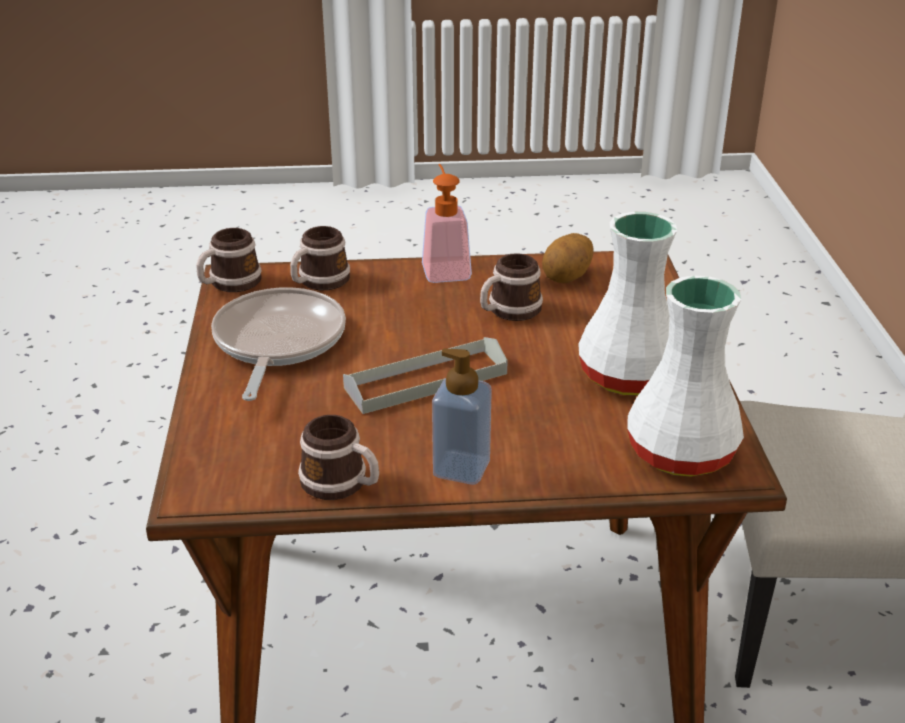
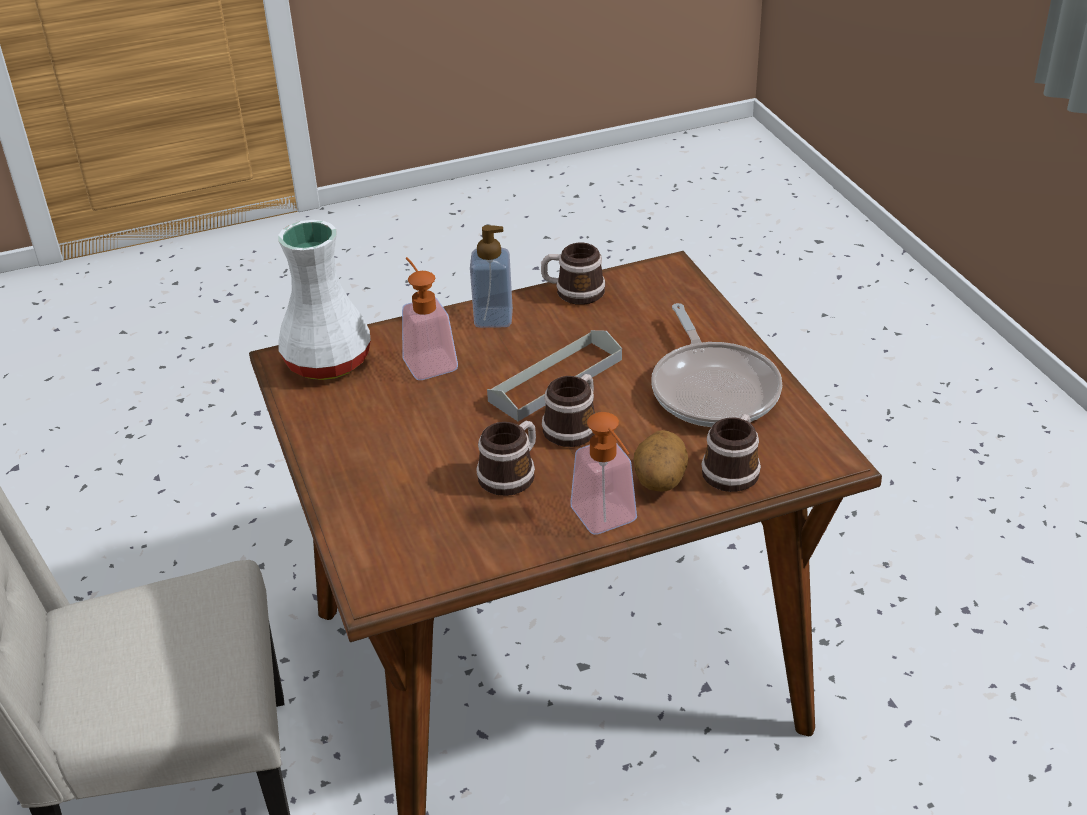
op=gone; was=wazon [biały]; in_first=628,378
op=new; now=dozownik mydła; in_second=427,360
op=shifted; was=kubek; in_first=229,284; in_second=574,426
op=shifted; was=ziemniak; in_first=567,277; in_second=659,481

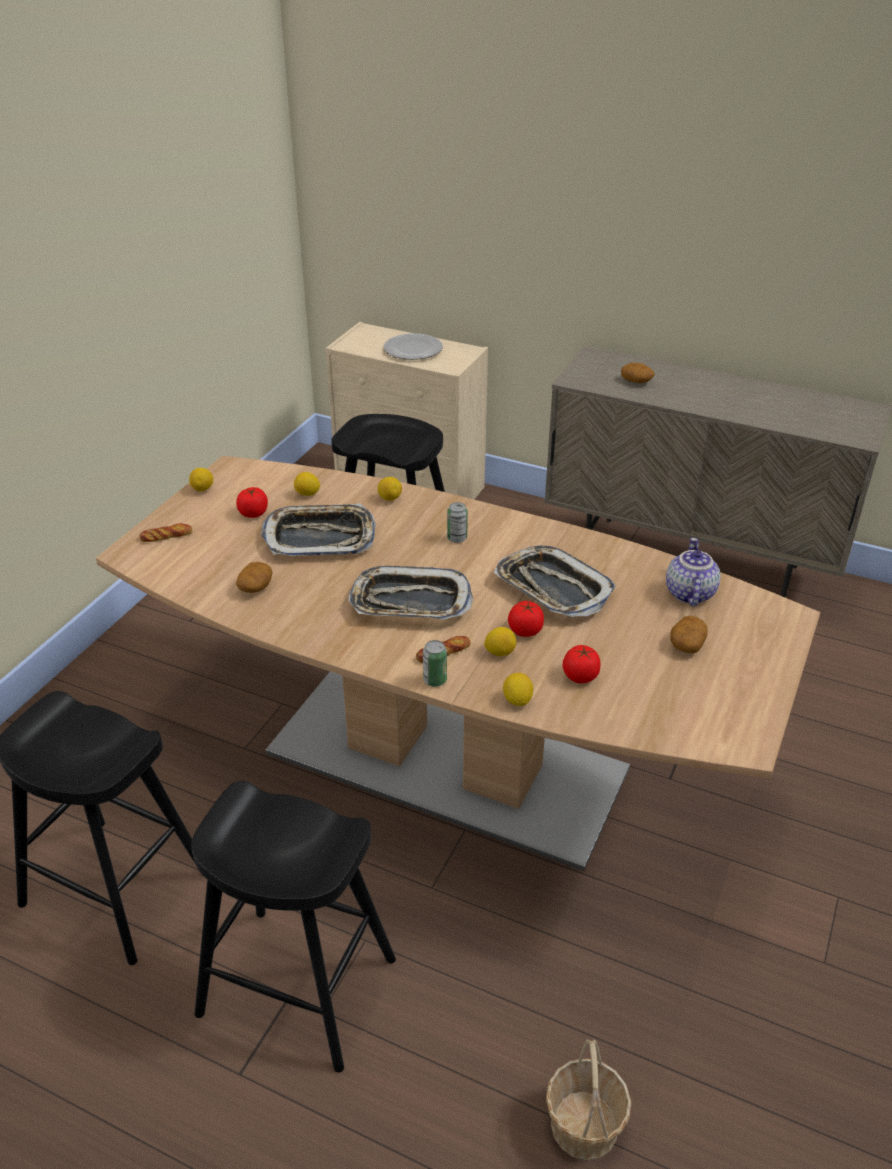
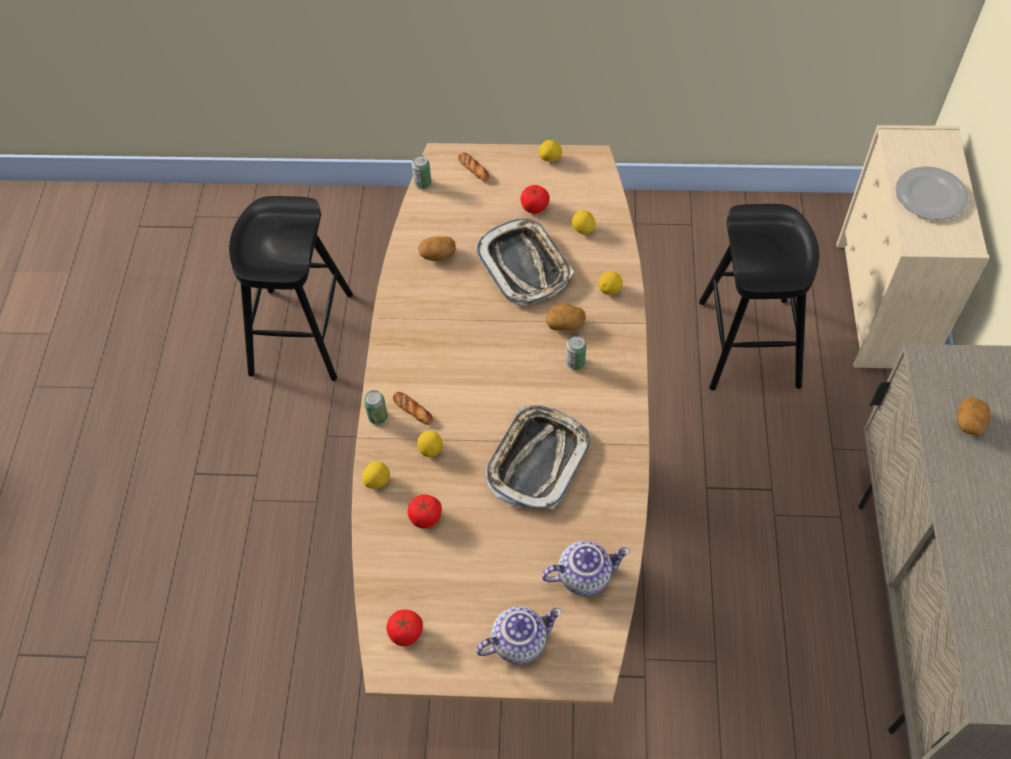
op=gone; was=stołek [czarny]; in_first=298,986
op=gone; was=taca; in_first=410,602
op=gone; was=koszyk; in_first=583,1126
op=new; now=puszka; in_second=423,183
op=new; now=imbryk; in_second=519,641
op=shifted; was=pomidor; in_first=525,630; in_second=406,633
op=shifted; was=ziemniak; in_first=687,644; in_second=565,323

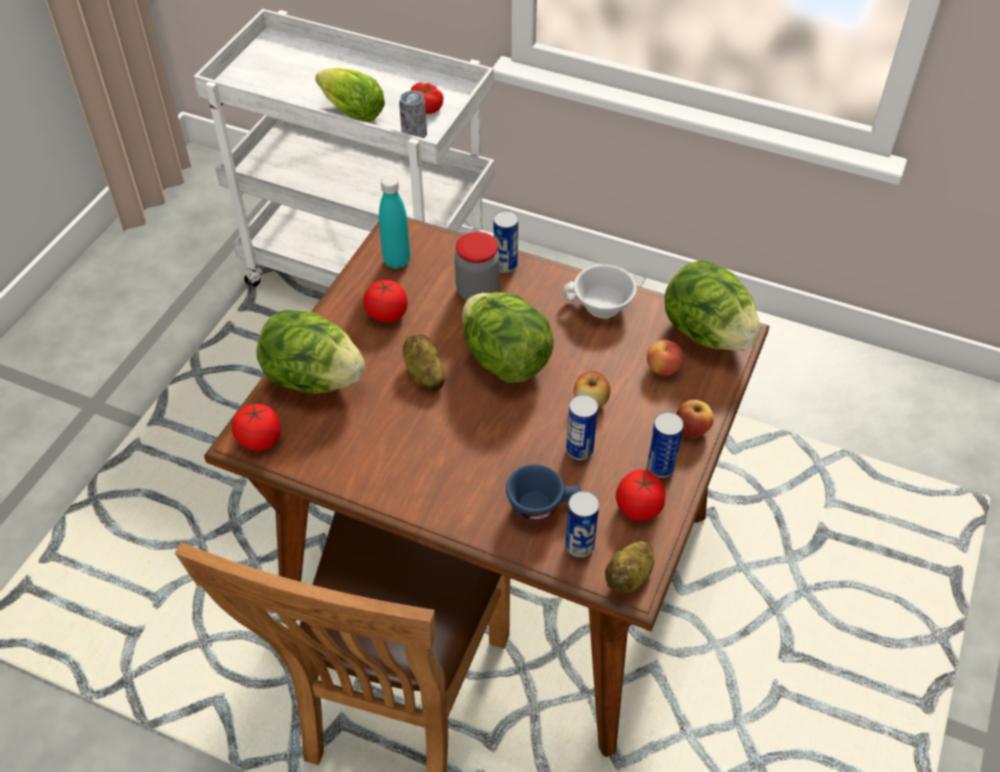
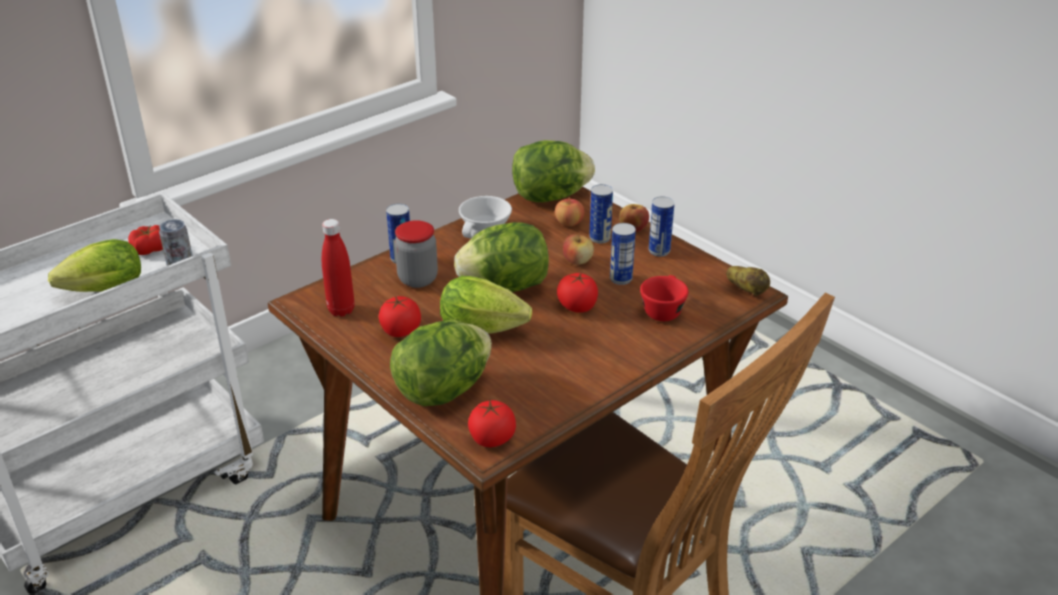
op=shifted; was=puszka; in_first=579,546; in_second=600,238
op=shifted; was=pomidor; in_first=639,507; in_second=577,306
op=swapped; was=ziemniak; now=sałata; in_first=424,374; in_second=487,329
op=repainted; was=butelka [turkusowy]; now=butelka [czerwony]; in_first=397,261; in_second=341,310
op=repainted; was=filiżanka [niebieski]; now=filiżanka [czerwony]; in_first=542,506; in_second=663,309

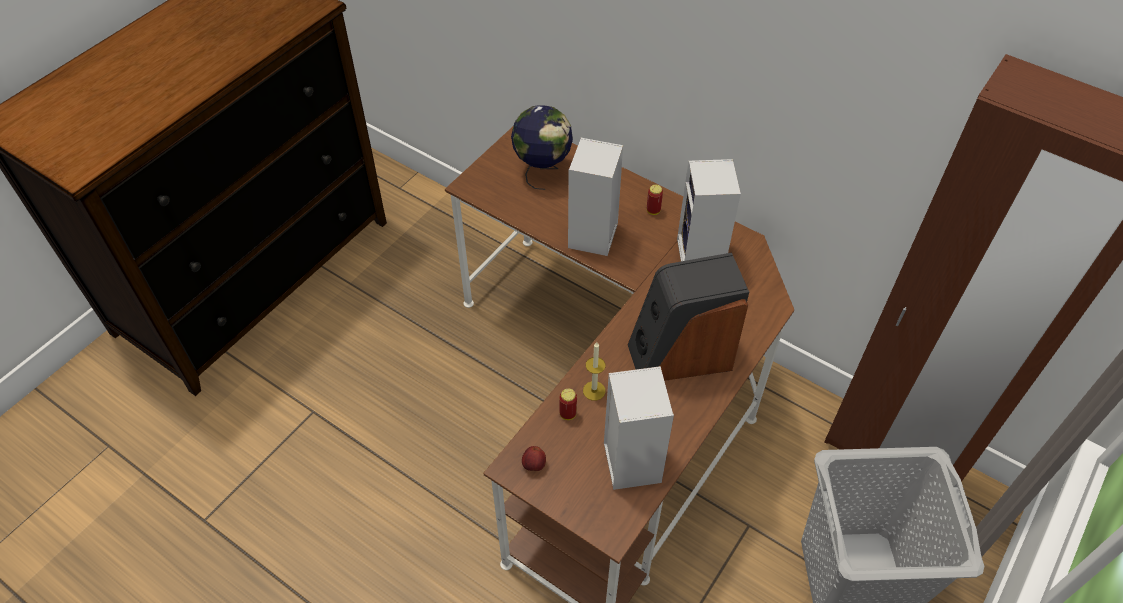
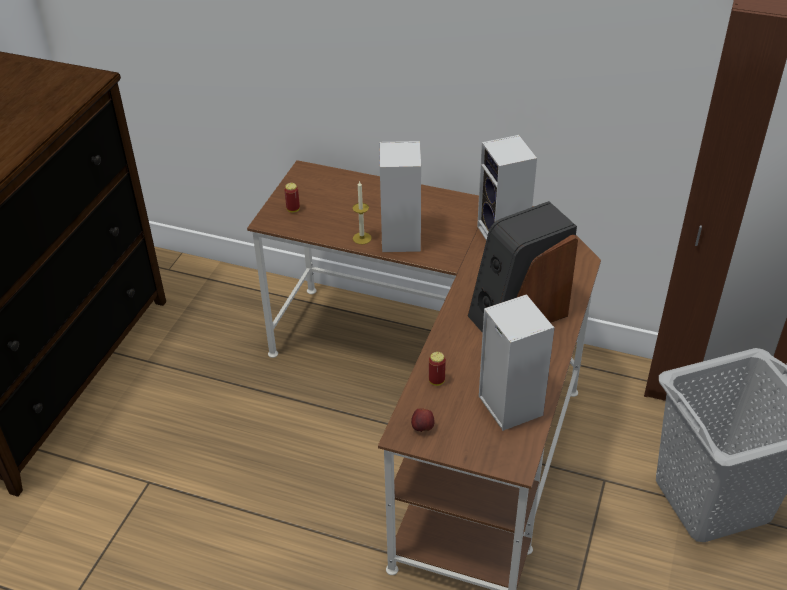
op=gone; was=globus; in_first=542,171
op=shifted; was=świeca; in_first=594,390; in_second=362,238
op=shifted; was=puszka; in_first=653,210; in_second=293,209

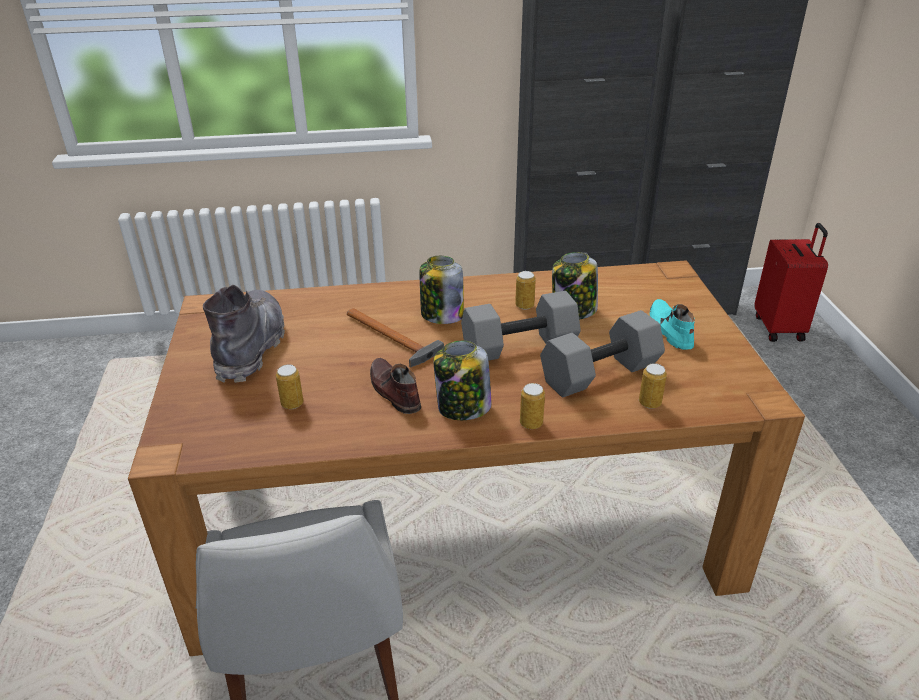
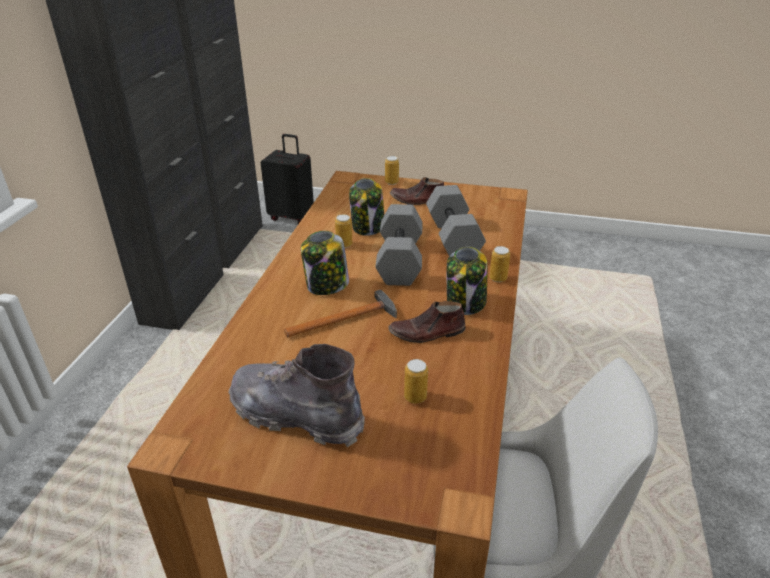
op=shifted; was=puszka; in_first=649,403; in_second=391,182
op=repainted; was=but [turkusowy]; now=but [brązowy]; in_first=669,330; in_second=417,201
op=repainted; was=walizka [czerwony]; now=walizka [czarny]; in_first=780,328; in_second=292,217

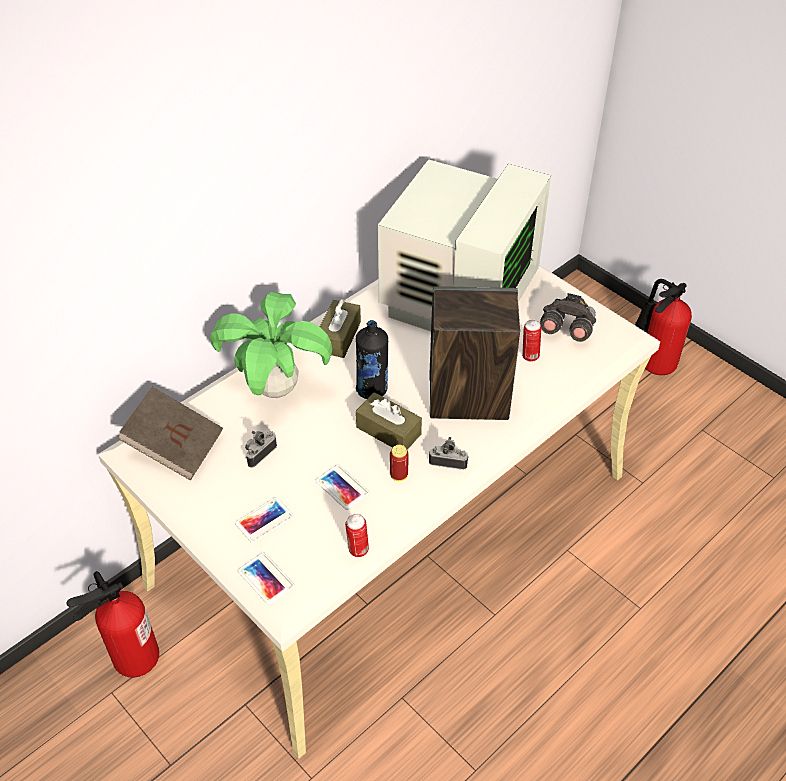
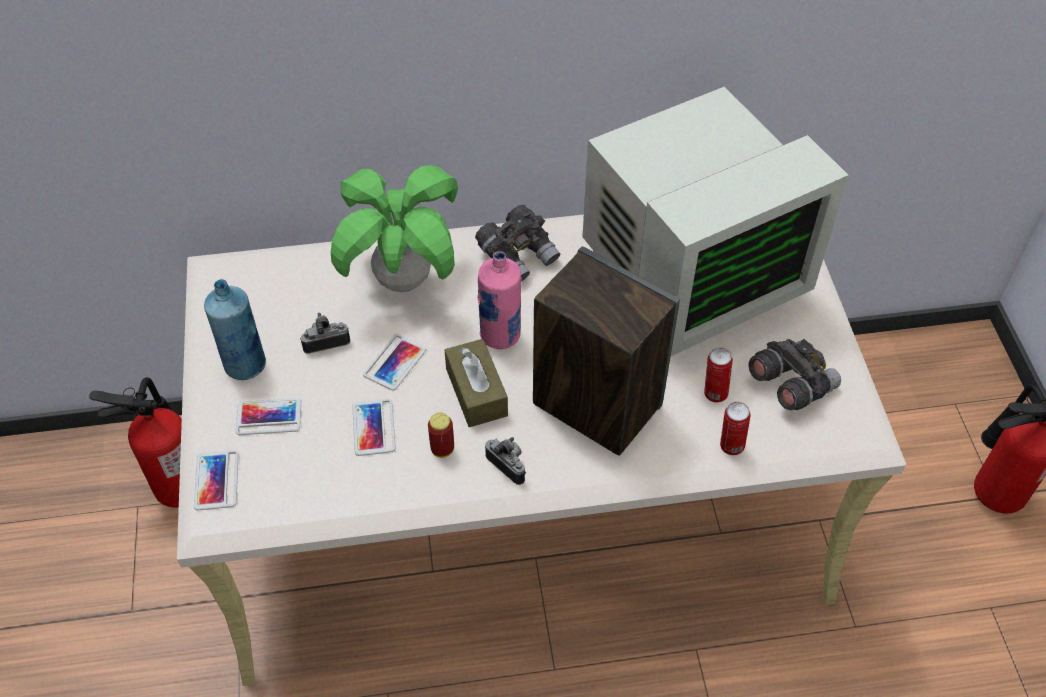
op=gone; was=książka [brązowy]; in_first=175,446
op=new; now=butelka [niebieski]; in_second=245,365
op=new; now=telefon; in_second=395,362
op=shifted; was=puszka; in_first=357,550; in_second=730,446
op=swapped; was=pudełko chusteczek [brązowy]; now=lornetka [szary]; in_first=339,337; in_second=518,255
op=repainted; was=butelka [czarny]; now=butelka [różowy]; in_first=372,390; in_second=500,335

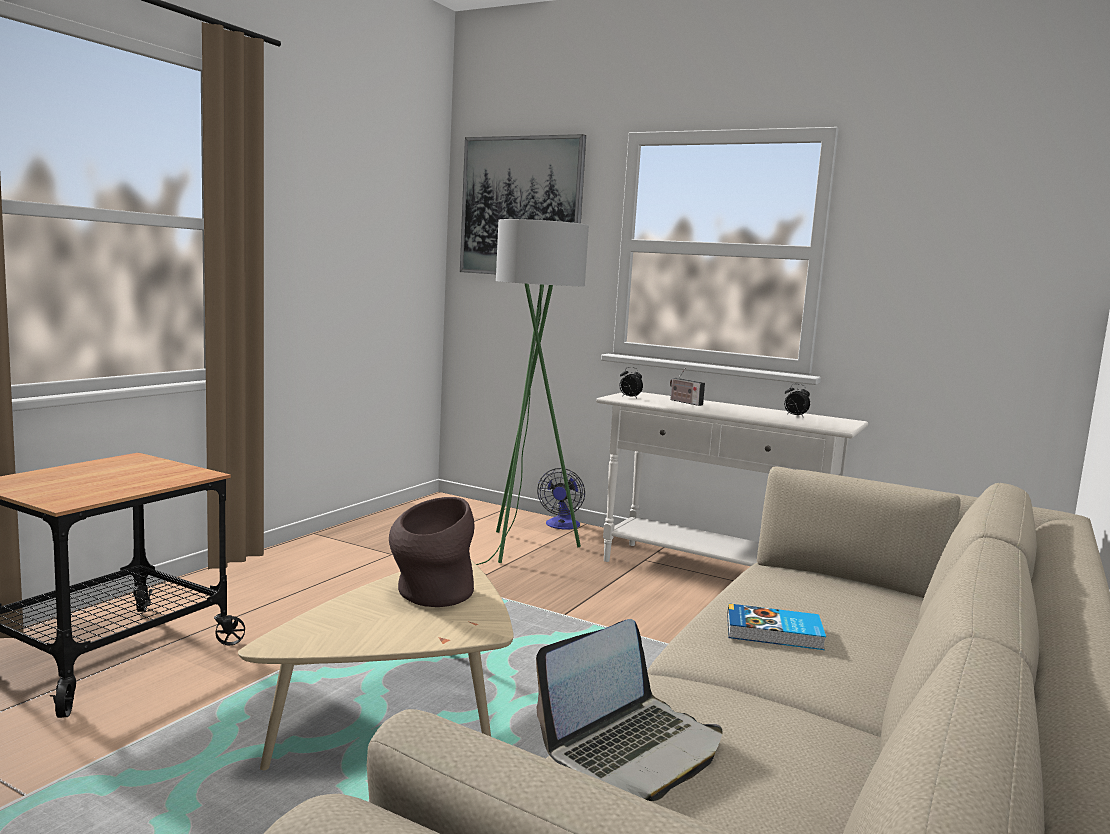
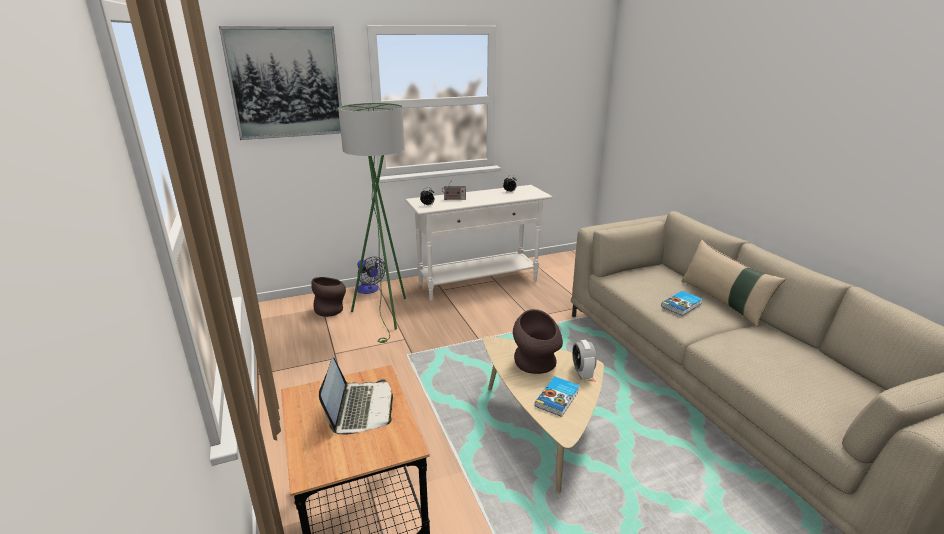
op=new; now=wazon [brązowy]; in_second=331,310
op=new; now=książka; in_second=558,398
op=new; now=budzik; in_second=582,373
op=new; now=poduszka [beżowy]; in_second=723,301
op=shifted; was=laptop; in_first=633,748; in_second=360,408

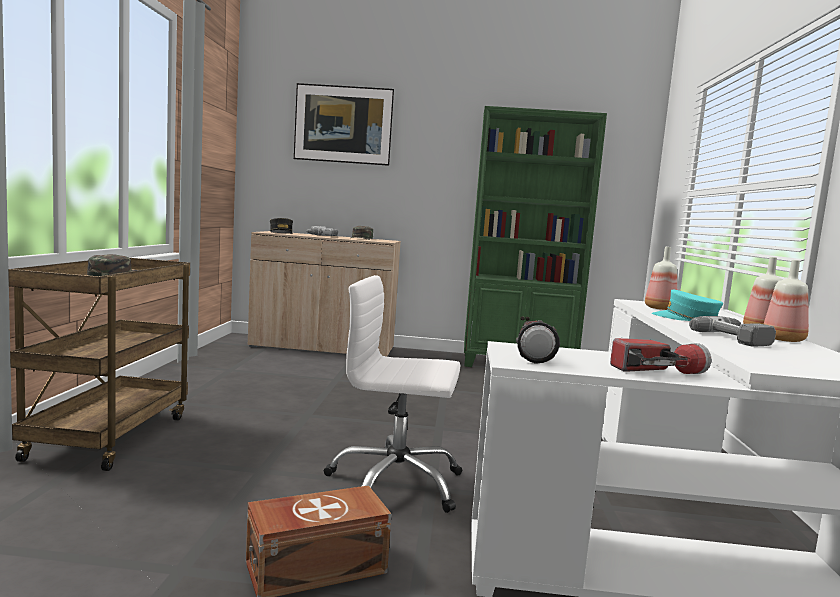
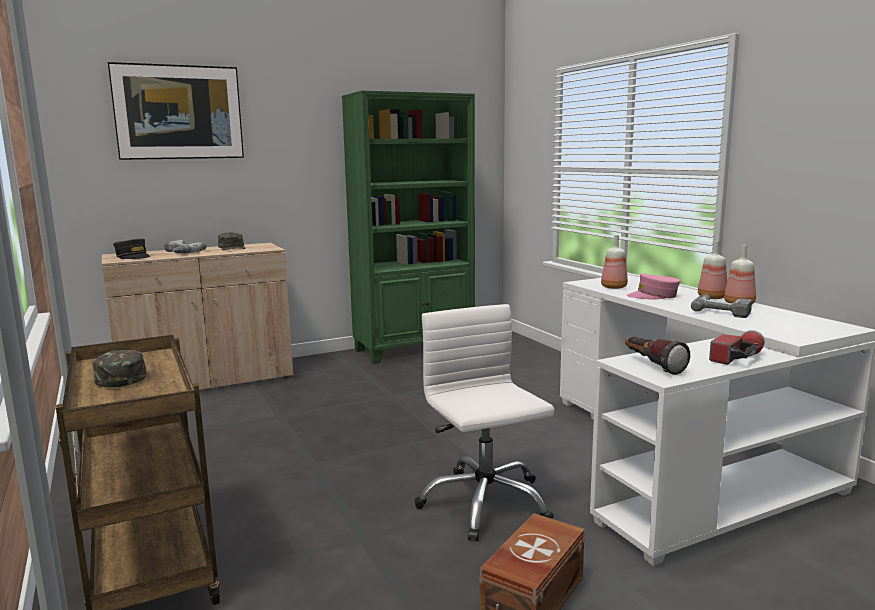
op=repainted; was=czapka z daszkiem [turkusowy]; now=czapka z daszkiem [różowy]; in_first=686,319; in_second=653,296
op=rotated; was=krzesło biurowe [biały]; in_first=395,483; in_second=484,503; clockwise=90

